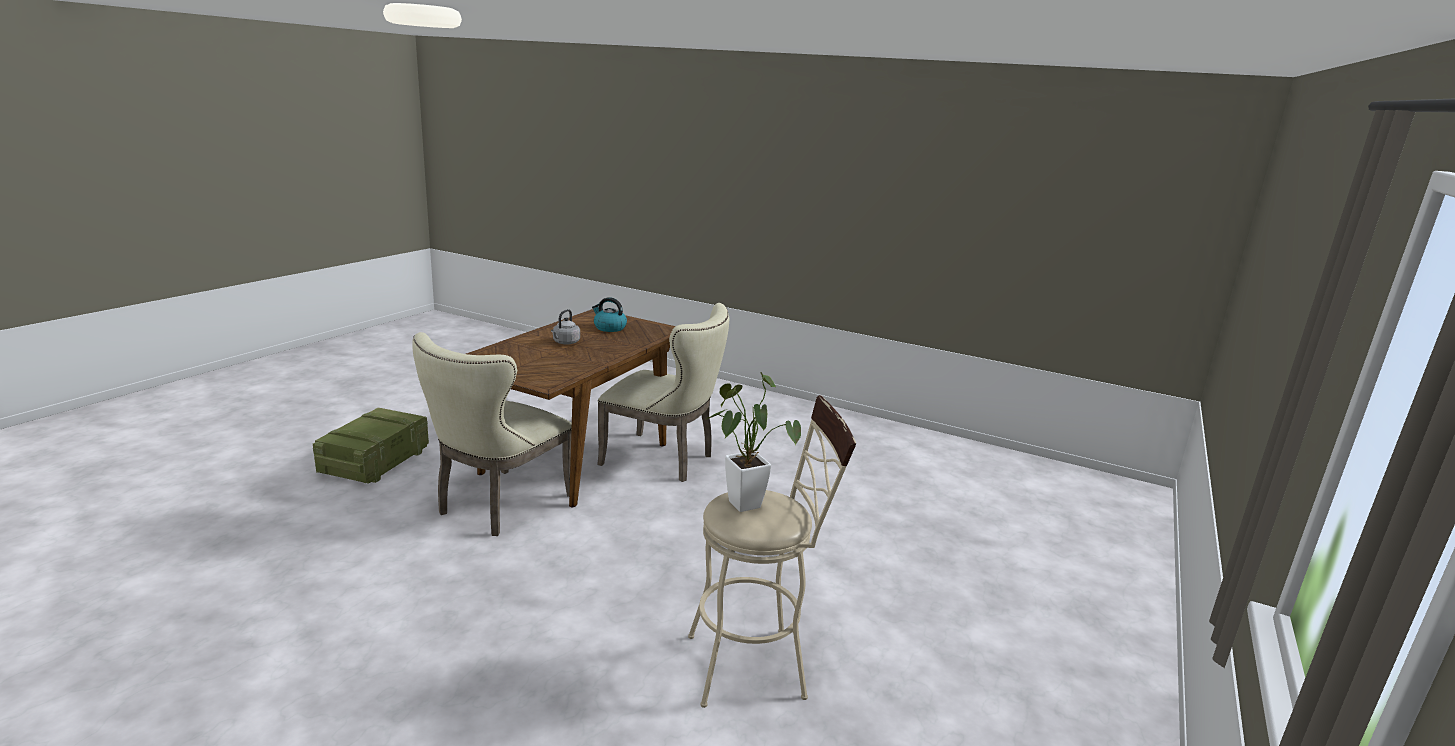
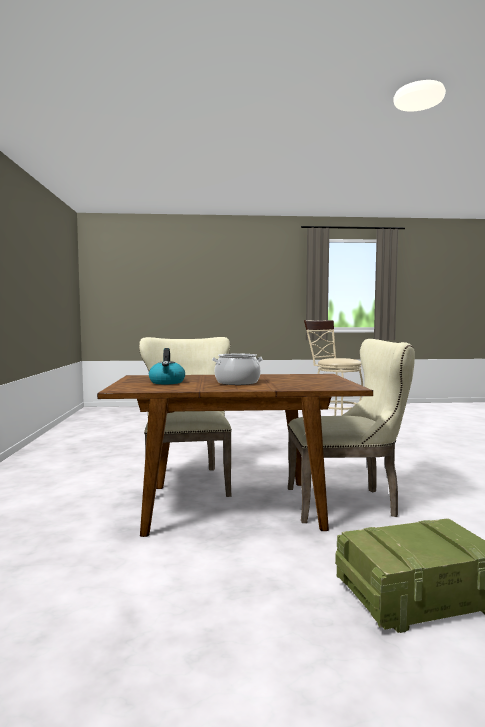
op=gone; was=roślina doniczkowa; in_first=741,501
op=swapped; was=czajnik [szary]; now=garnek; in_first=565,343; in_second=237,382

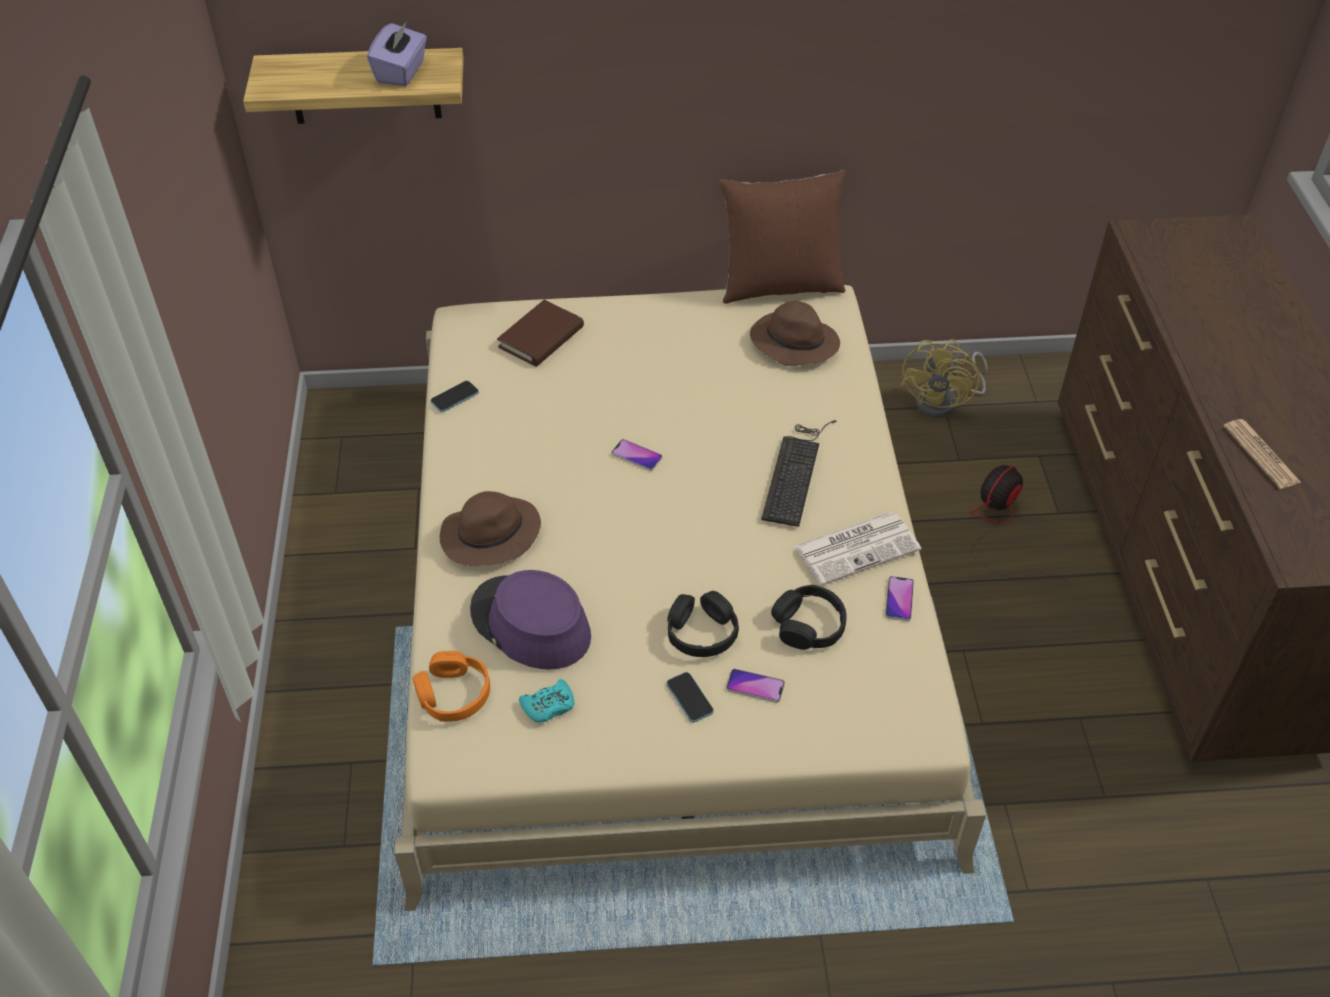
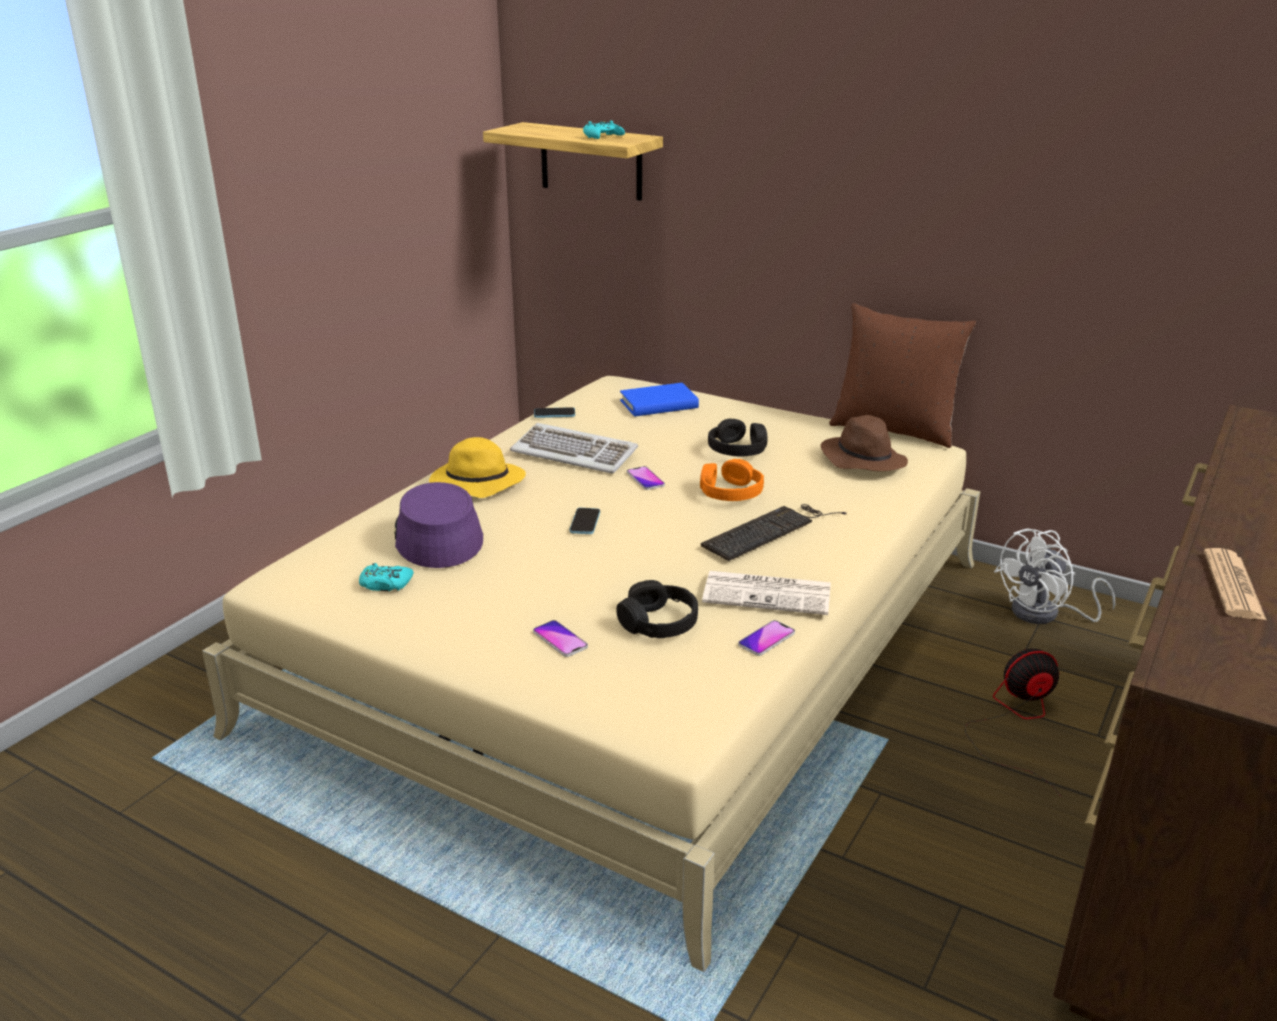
op=new; now=klawiatura; in_second=575,453
op=shifted; was=słuchawki [pomarańczowy]; in_first=453,694; in_second=730,492
op=shifted; was=telefon; in_first=689,698; in_second=585,522
op=shifted; was=słuchawki [czarny]; in_first=701,632; in_second=737,449
op=swapped; was=pudełko chusteczek [fioletowy]; now=pad do gier [turkusowy]; in_first=401,72; in_second=602,136
op=repainted; was=kapelusz [brązowy]; now=kapelusz [żółty]; in_first=489,537; in_second=476,483
op=repainted; was=książka [brązowy]; now=książka [niebieski]; in_first=541,337; in_second=659,404
op=repainted; was=wentylator [żółty]; now=wentylator [biały]; in_first=944,402; in_second=1045,614

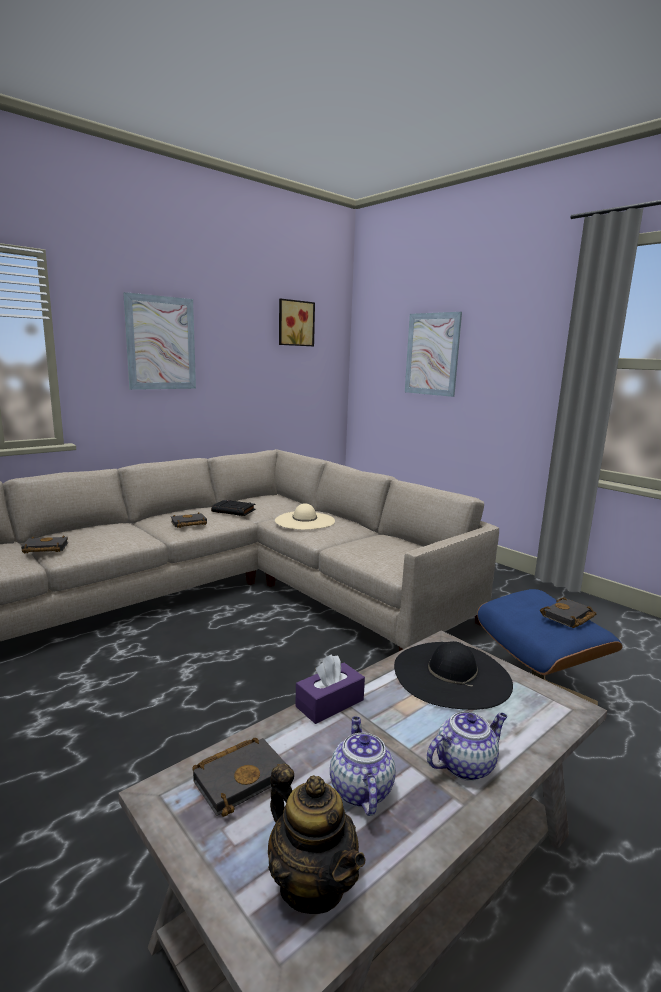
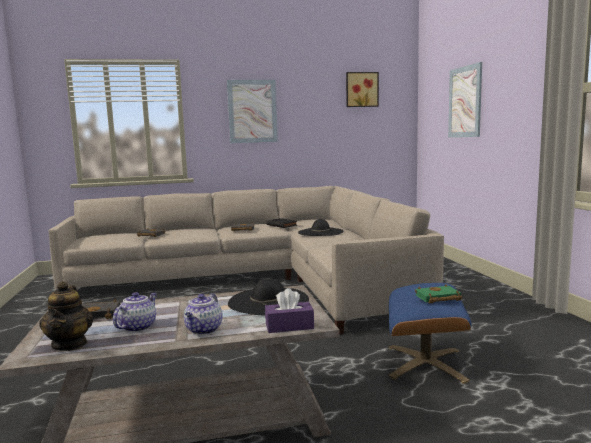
op=shifted; was=pudełko chusteczek [fioletowy]; in_first=329,703; in_second=289,326
op=repainted; was=kapelusz [beżowy]; now=kapelusz [czarny]; in_first=305,521; in_second=320,232
op=repainted; was=książka [czarny]; now=książka [zielony]; in_first=568,617; in_second=437,298
op=rotated; was=imbryk; in_first=465,764; in_second=204,330; clockwise=105

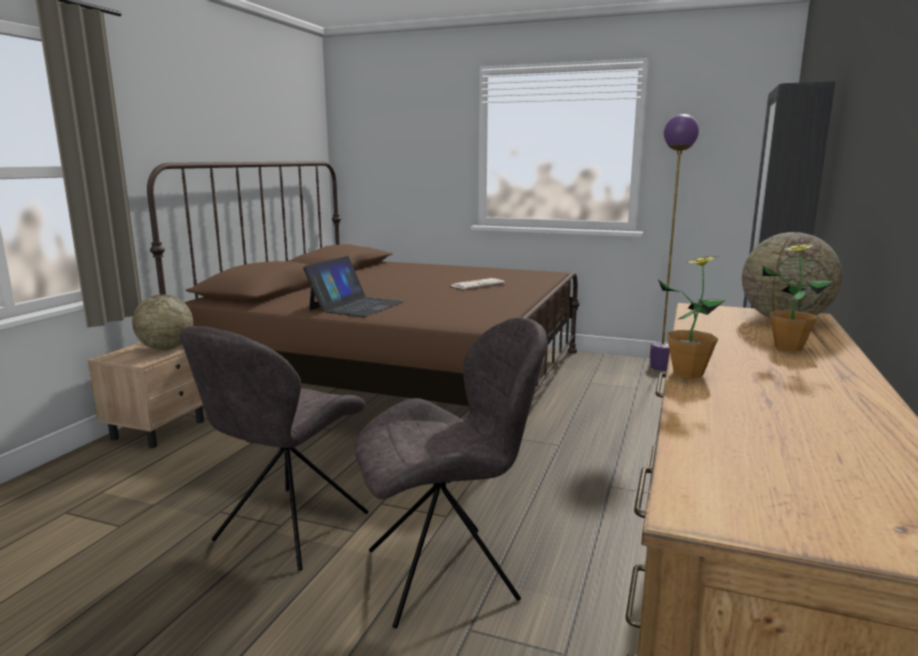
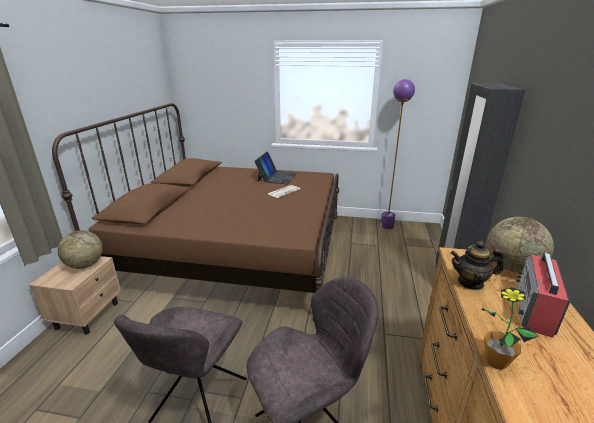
op=new; now=imbryk; in_second=471,282
op=shifted; was=laptop; in_first=356,305; in_second=277,177
op=swapped; was=roślina doniczkowa; now=radio; in_first=788,347; in_second=534,310

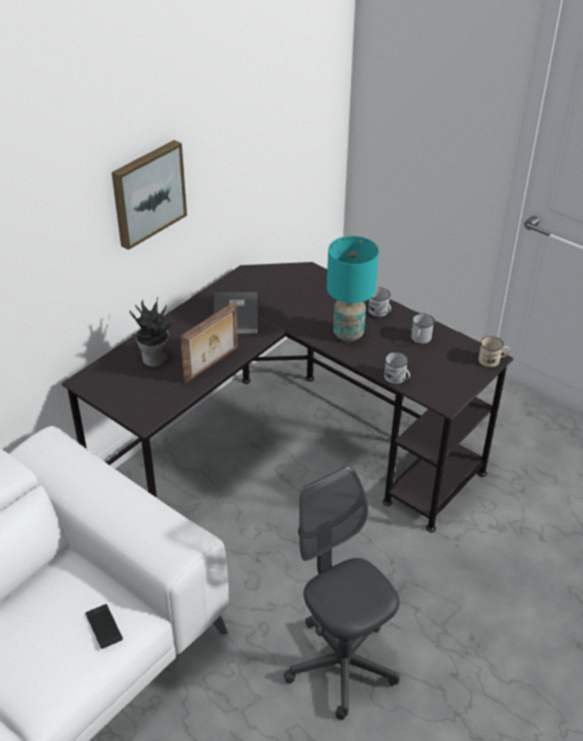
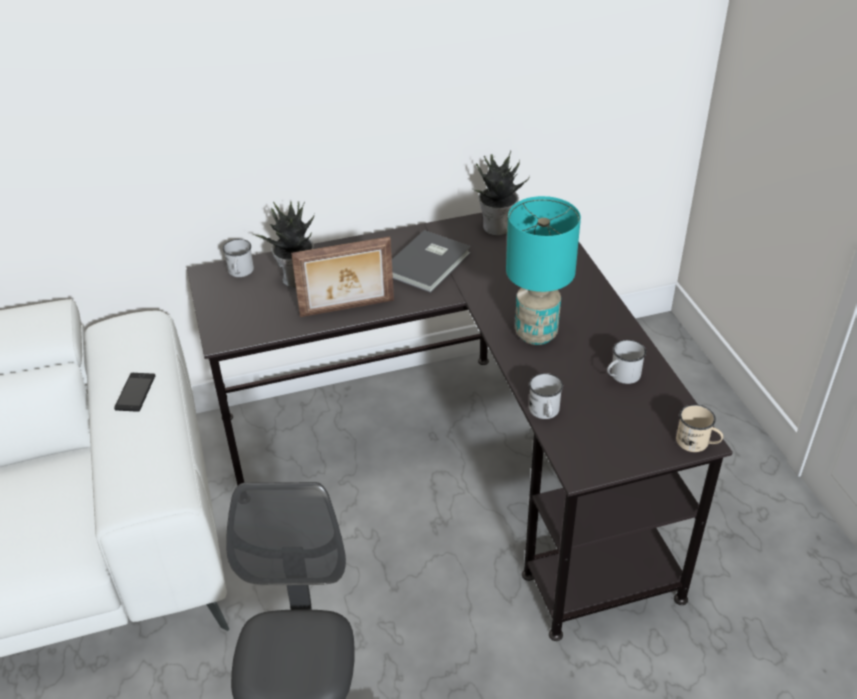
op=gone; was=obraz; in_first=147,193
op=new; now=roślina doniczkowa; in_second=497,228
op=shifted; was=telefon; in_first=104,626; in_second=135,392
op=shifted; was=kubek [biały]; in_first=380,312; in_second=240,272

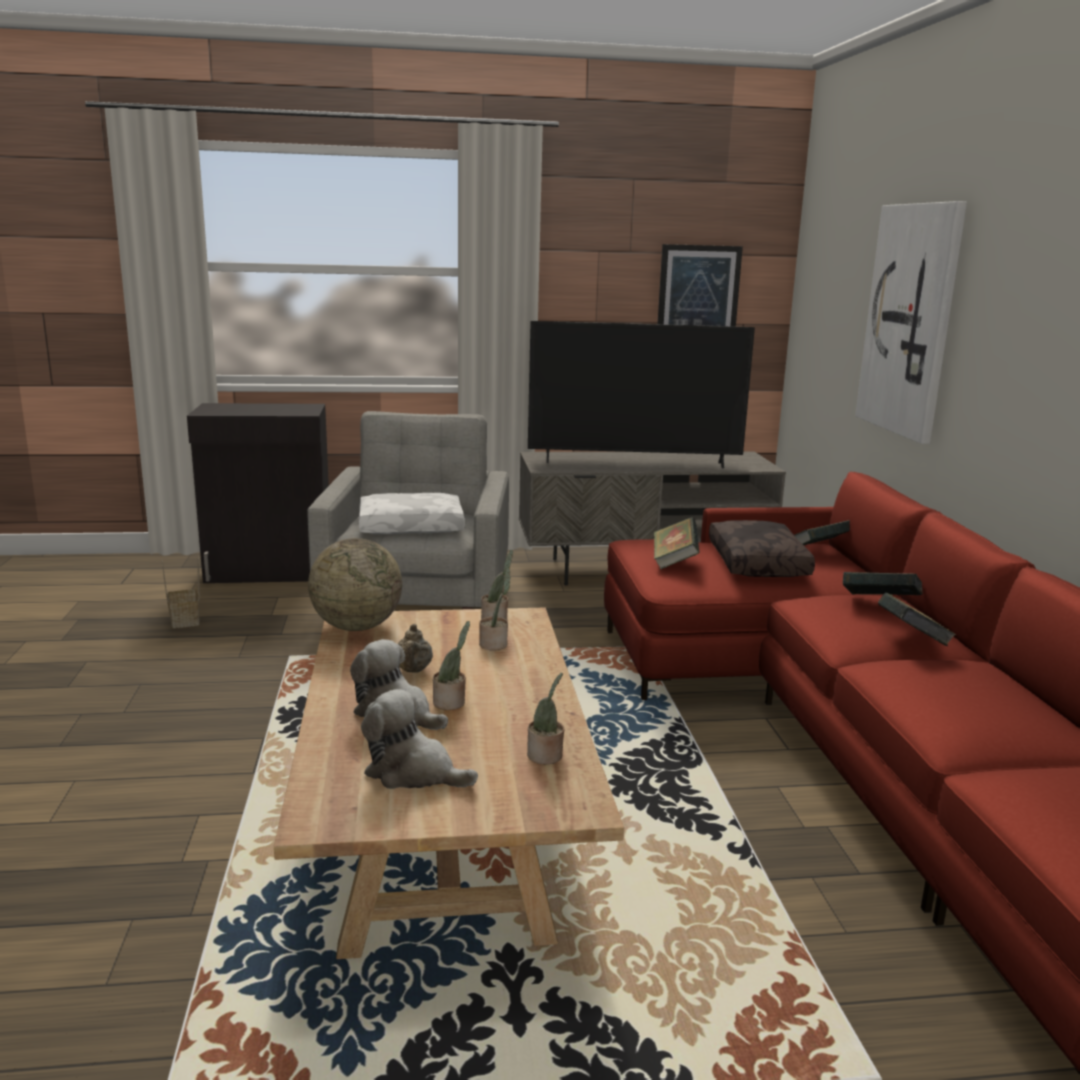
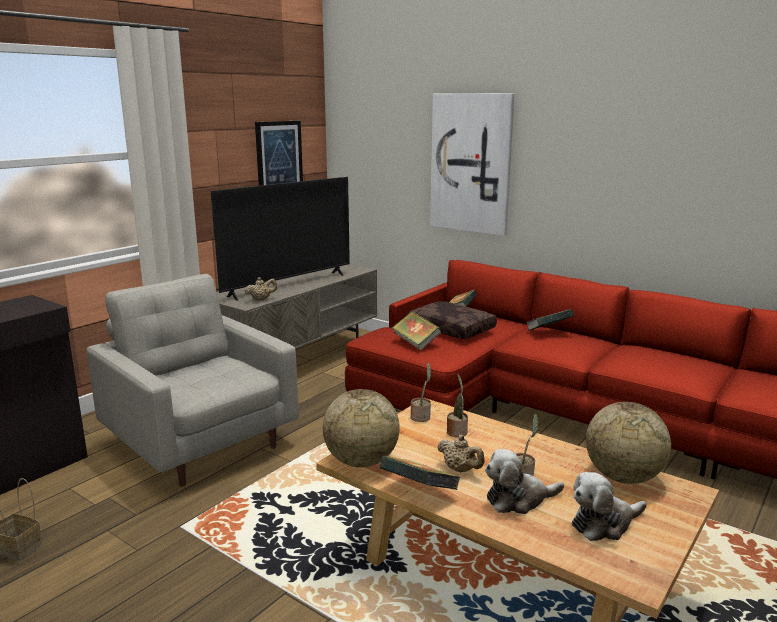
op=gone; was=poduszka [biały]; in_first=412,526
op=new; now=imbryk [beżowy]; in_second=261,299
op=shifted; was=książka; in_first=911,642; in_second=419,492
op=swapped; was=roślina doniczkowa; now=globus; in_first=546,756; in_second=623,477

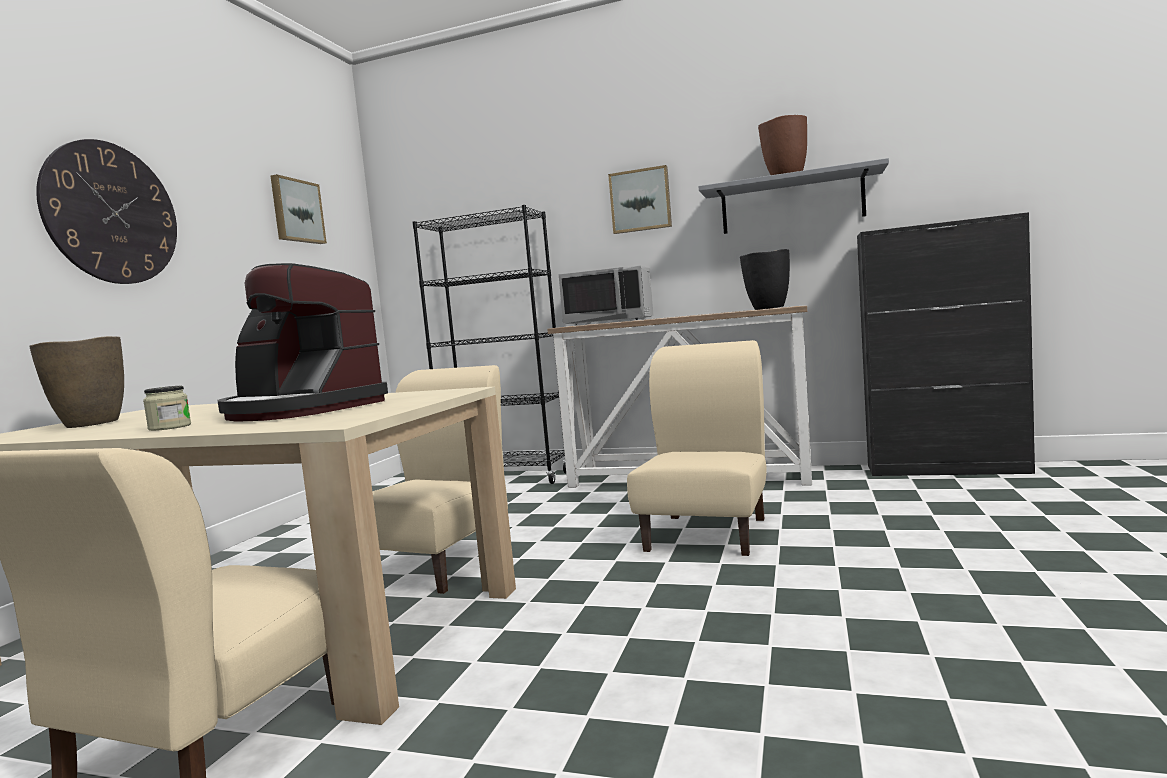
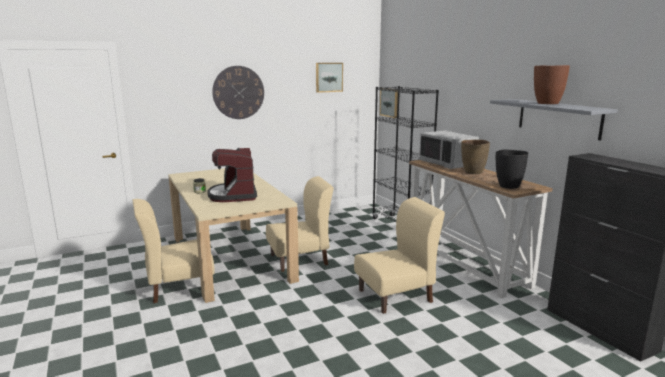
op=shifted; was=wazon [brązowy]; in_first=90,424; in_second=473,172
op=shifted; was=obraz; in_first=640,200; in_second=390,102

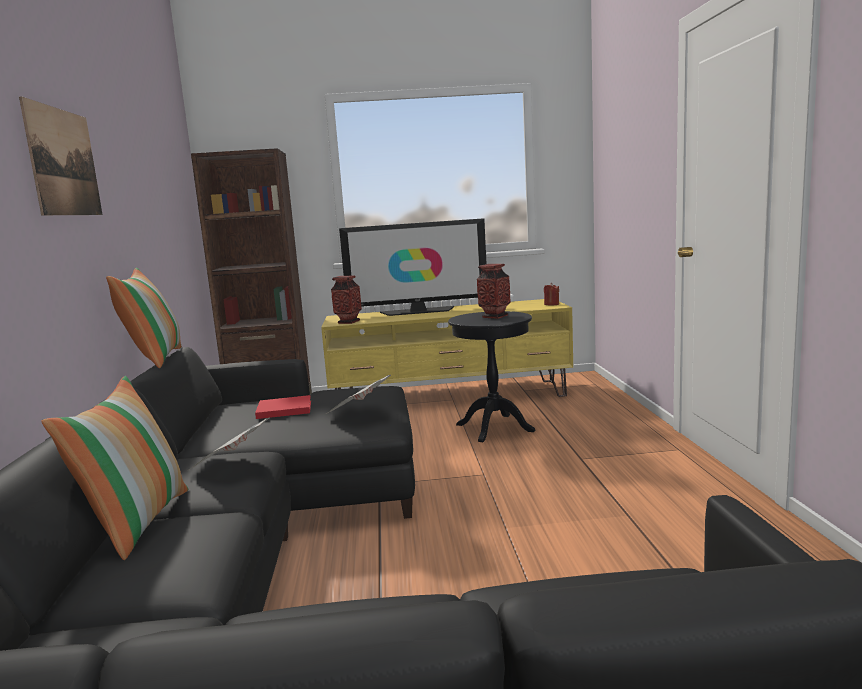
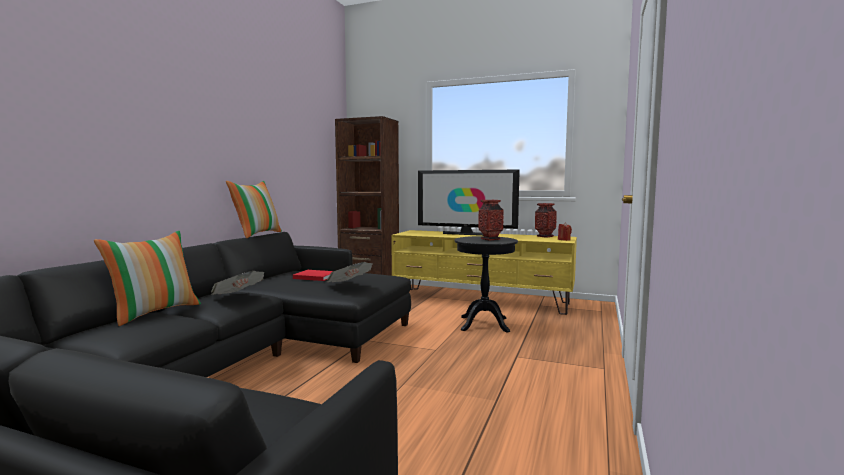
op=gone; was=obraz; in_first=64,162
op=shifted; was=wazon; in_first=348,322; in_second=545,236

